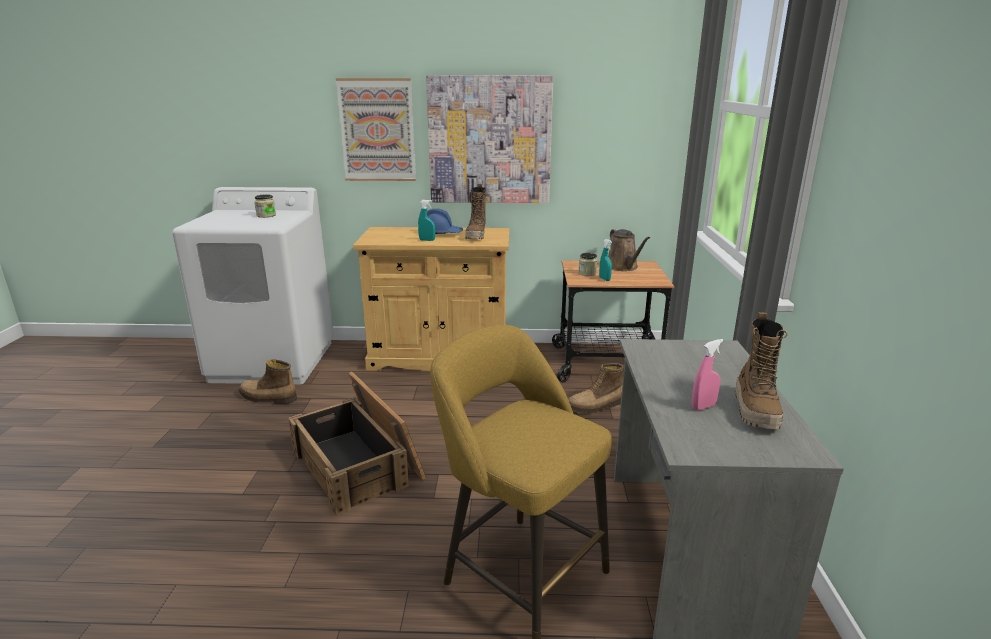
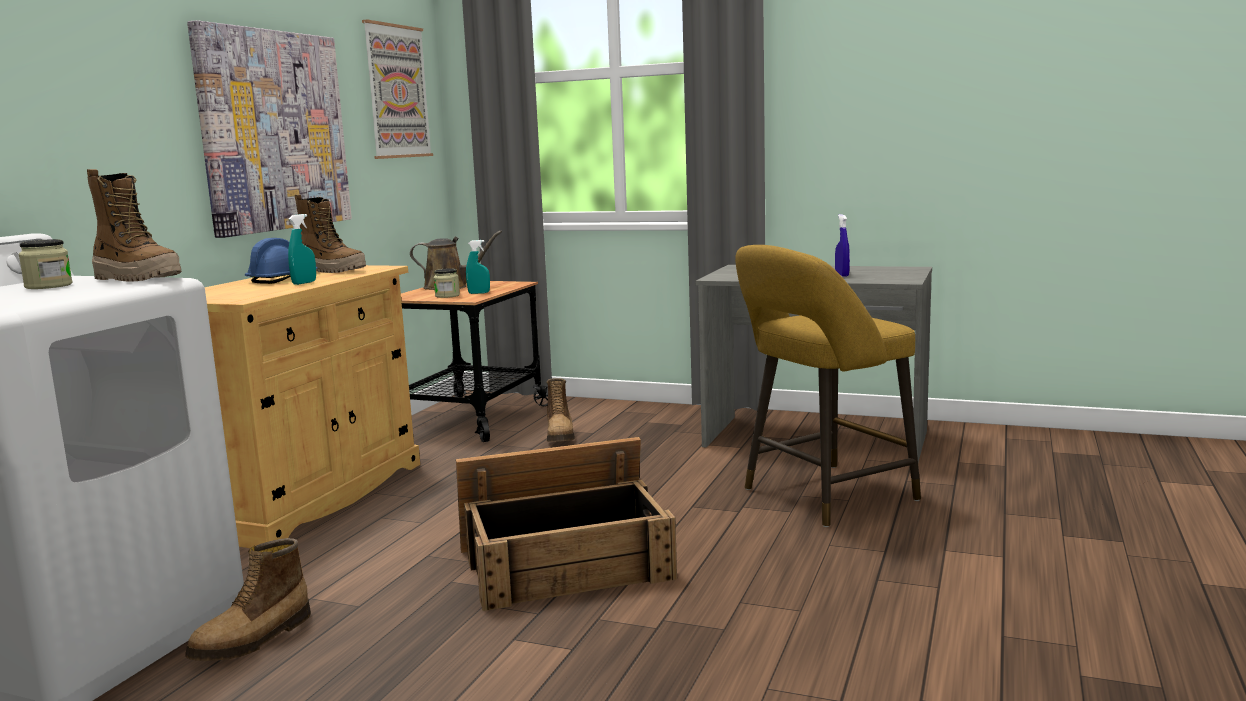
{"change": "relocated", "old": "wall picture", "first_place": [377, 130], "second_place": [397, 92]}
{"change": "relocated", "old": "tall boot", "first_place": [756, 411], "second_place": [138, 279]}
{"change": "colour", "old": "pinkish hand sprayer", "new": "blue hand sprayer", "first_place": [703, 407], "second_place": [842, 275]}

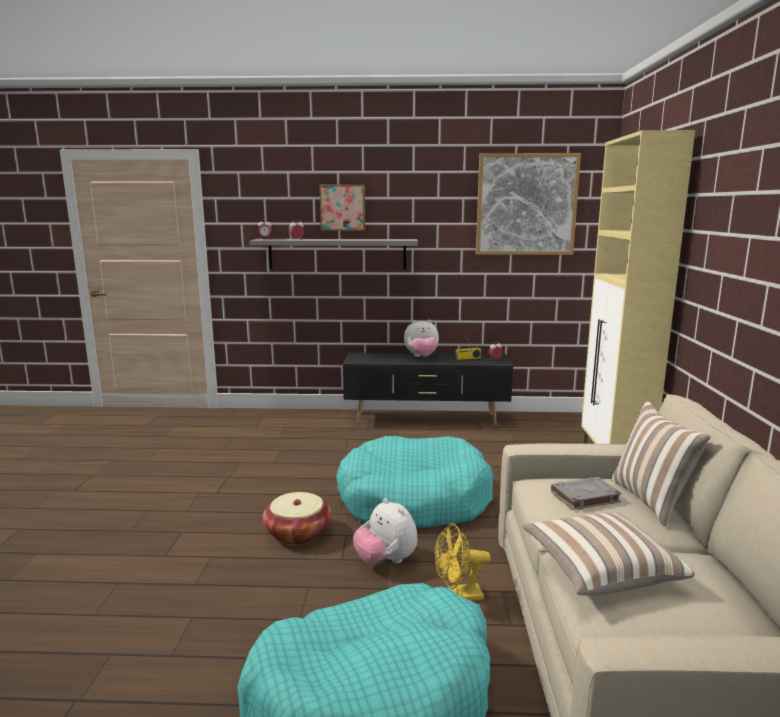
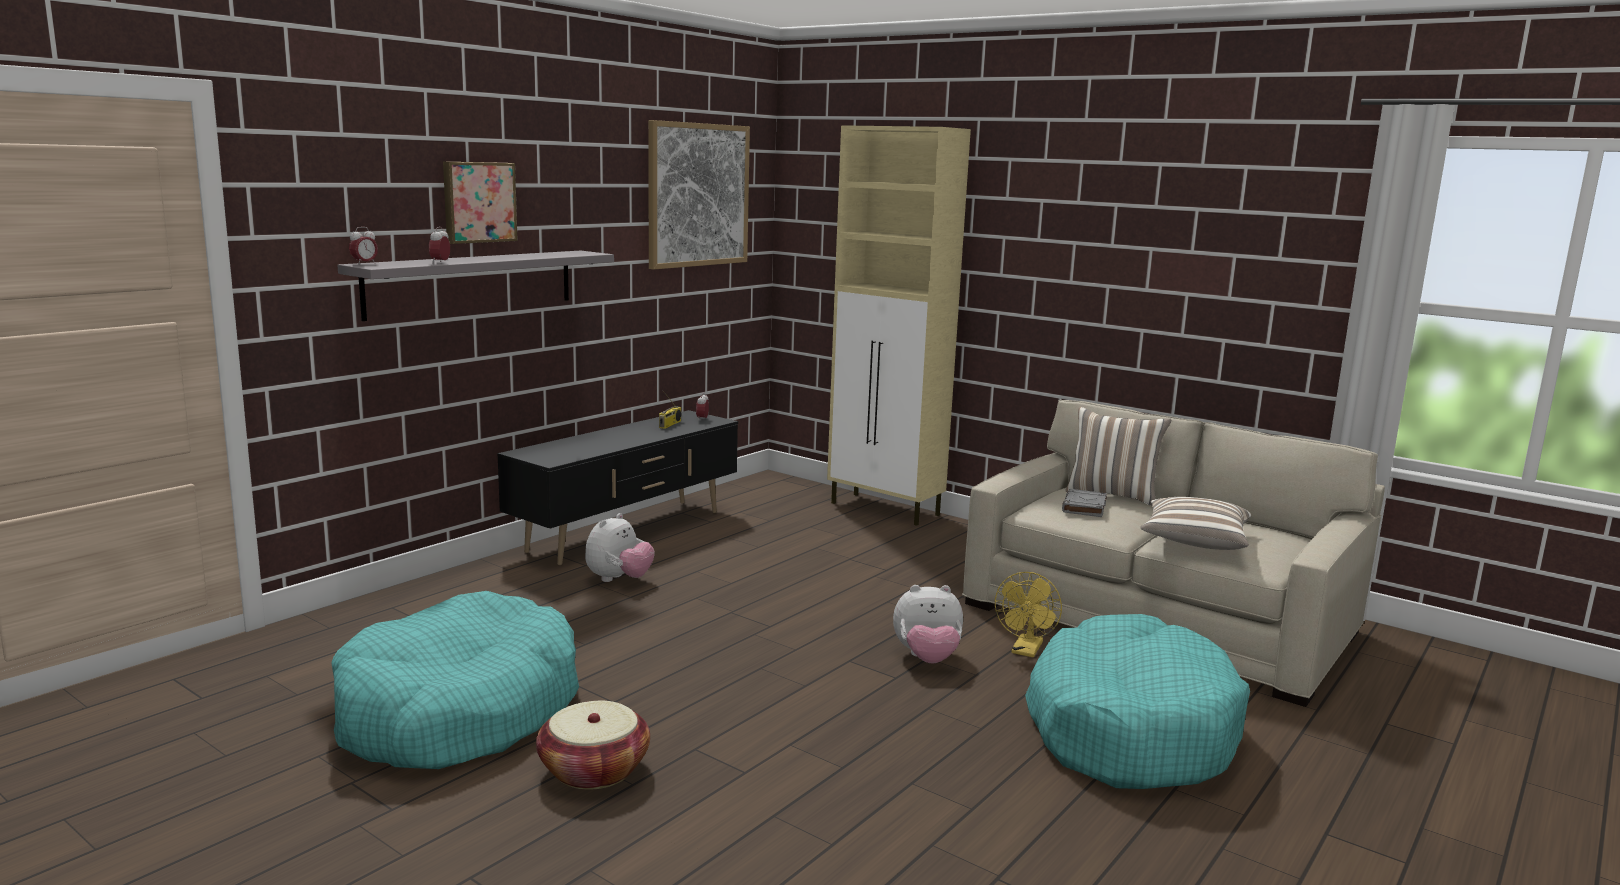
{"change": "relocated", "old": "soft toy", "first_place": [422, 357], "second_place": [619, 579]}
{"change": "relocated", "old": "turquoise dog cushion", "first_place": [414, 500], "second_place": [458, 711]}
{"change": "relocated", "old": "household basket", "first_place": [297, 533], "second_place": [594, 770]}

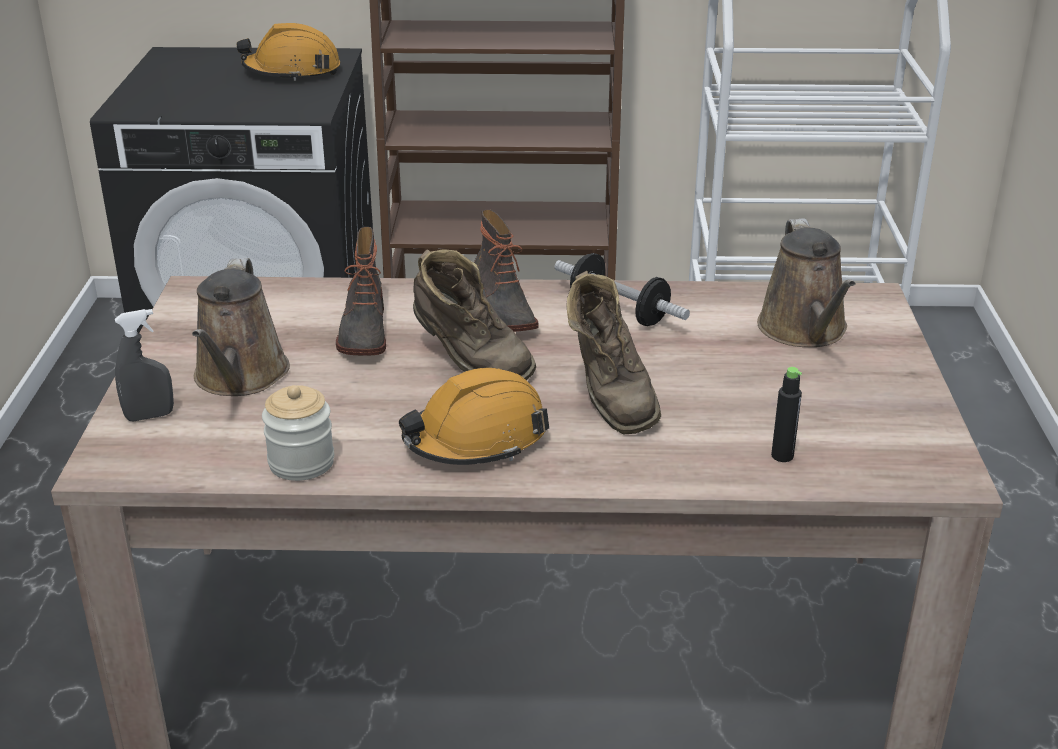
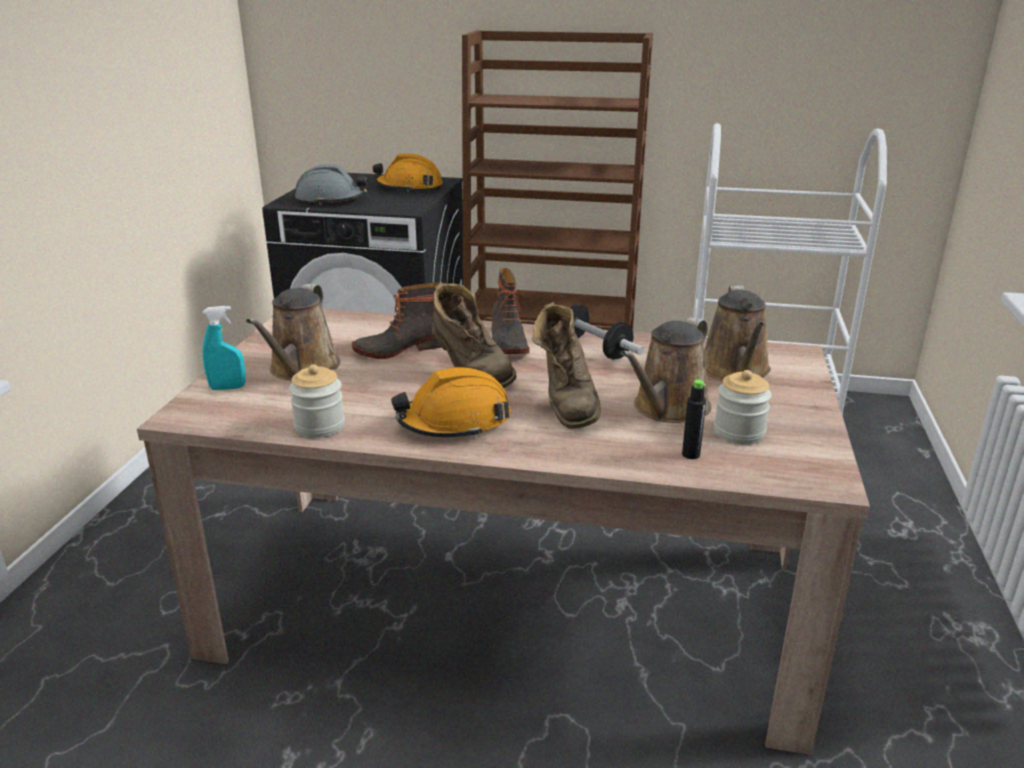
{"change": "spun", "old": "tall boot", "first_place": [362, 332], "second_place": [401, 348], "degrees": 60}
{"change": "colour", "old": "gray hand sprayer", "new": "turquoise hand sprayer", "first_place": [149, 416], "second_place": [228, 388]}
{"change": "appeared", "new": "gray safety helmet", "second_place": [331, 200]}
{"change": "appeared", "new": "brownish sprinkling can", "second_place": [668, 409]}
{"change": "appeared", "new": "storage jar", "second_place": [739, 432]}

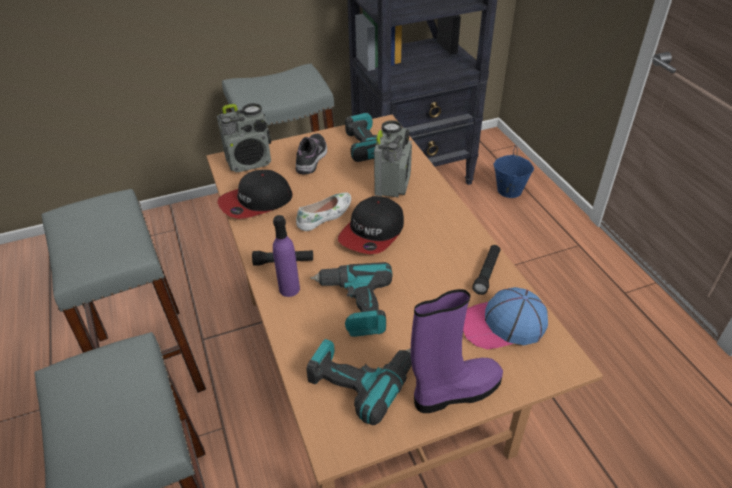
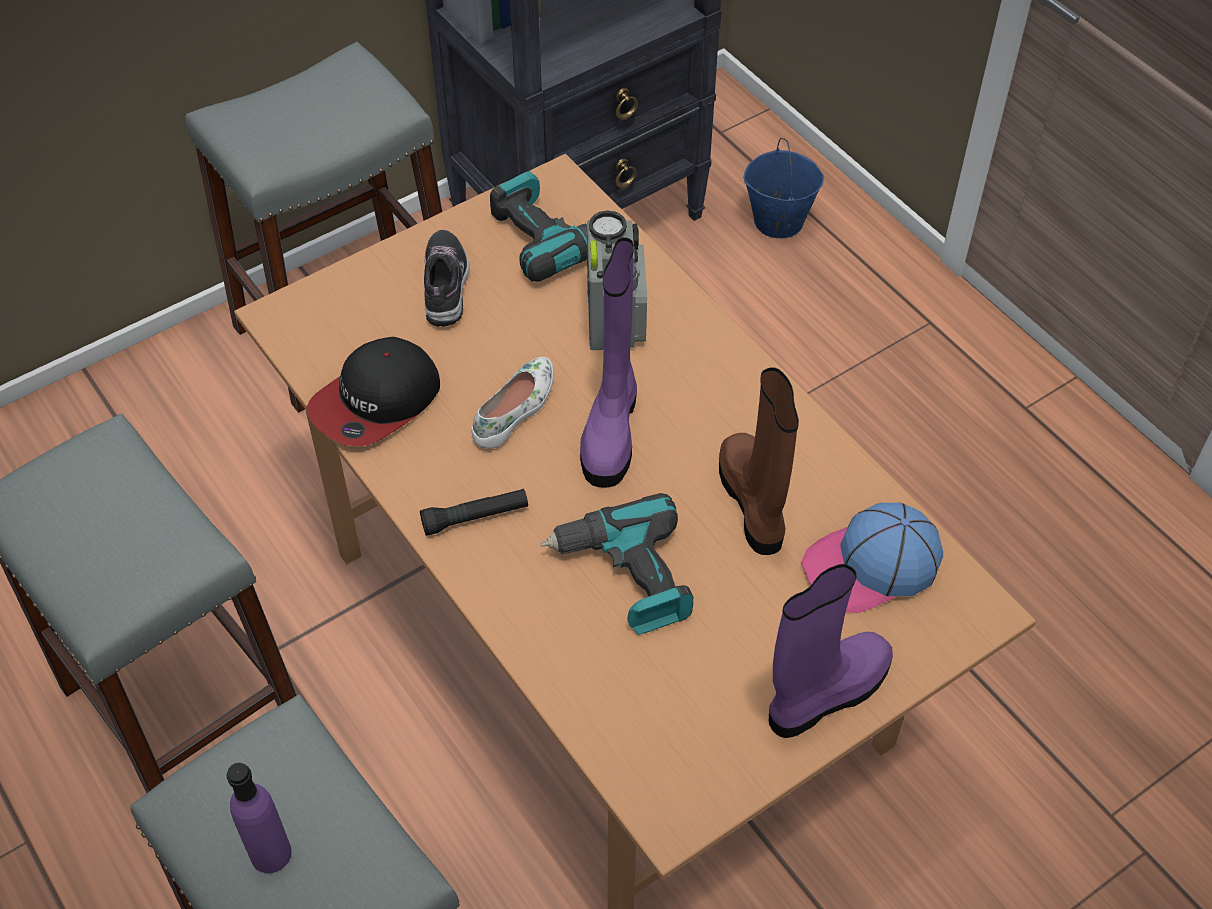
{"change": "missing", "old": "radio set", "first_place": [250, 162]}
{"change": "exchanged", "old": "baseball cap", "new": "purple-coloured tall boot", "first_place": [372, 233], "second_place": [611, 430]}
{"change": "relocated", "old": "purple-coloured bottle", "first_place": [289, 289], "second_place": [271, 854]}
{"change": "missing", "old": "black-coloured flashlight", "first_place": [486, 273]}
{"change": "missing", "old": "electric drill", "first_place": [360, 380]}
{"change": "appeared", "new": "brownish tall boot", "second_place": [754, 503]}

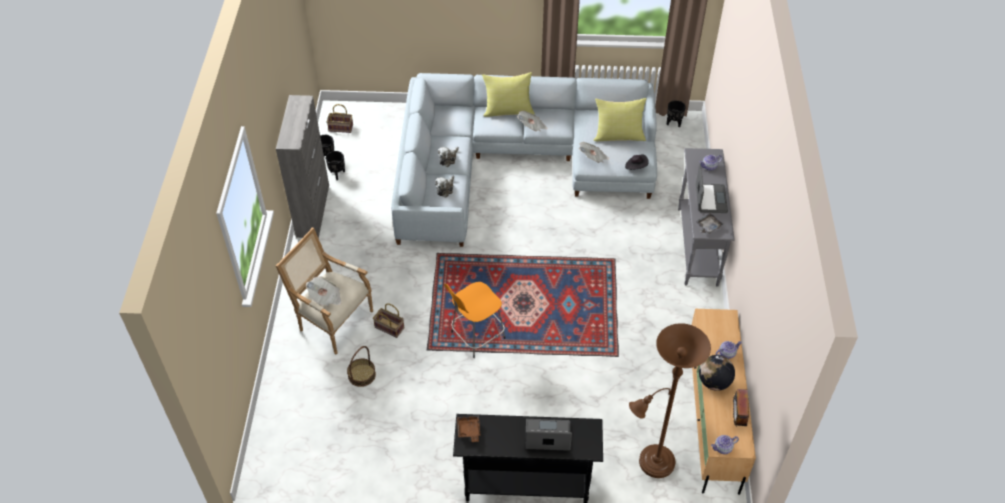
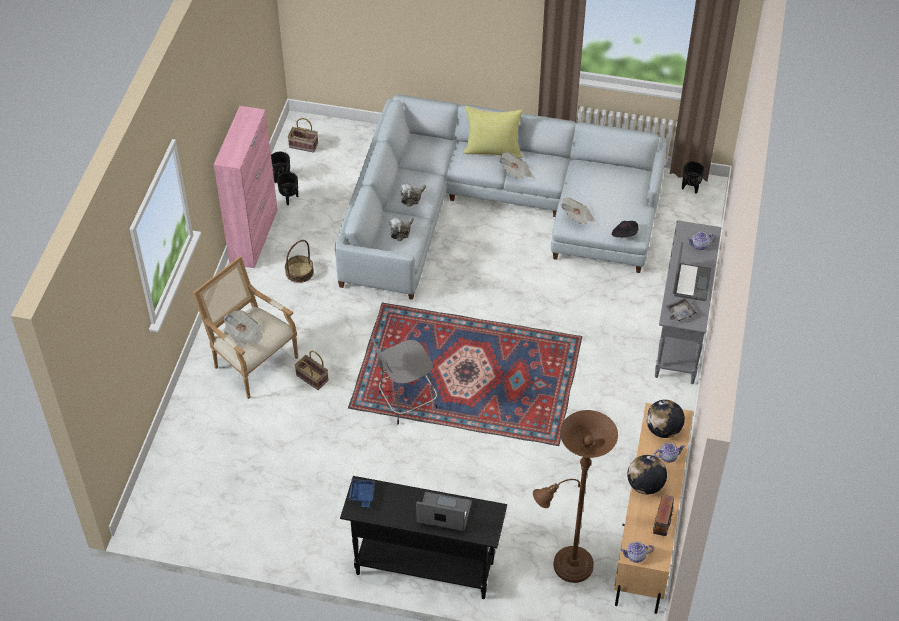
{"change": "colour", "old": "gray storage cabinet", "new": "pinkish storage cabinet", "first_place": [313, 210], "second_place": [254, 236]}
{"change": "missing", "old": "yellow throw pillow", "first_place": [618, 136]}
{"change": "colour", "old": "orange-coloured stool seat", "new": "gray stool seat", "first_place": [476, 336], "second_place": [405, 401]}
{"change": "relocated", "old": "household basket", "first_place": [361, 375], "second_place": [299, 272]}
{"change": "colour", "old": "brownish tray", "new": "blue tray", "first_place": [469, 430], "second_place": [362, 495]}
{"change": "appeared", "new": "desk globe", "second_place": [663, 429]}

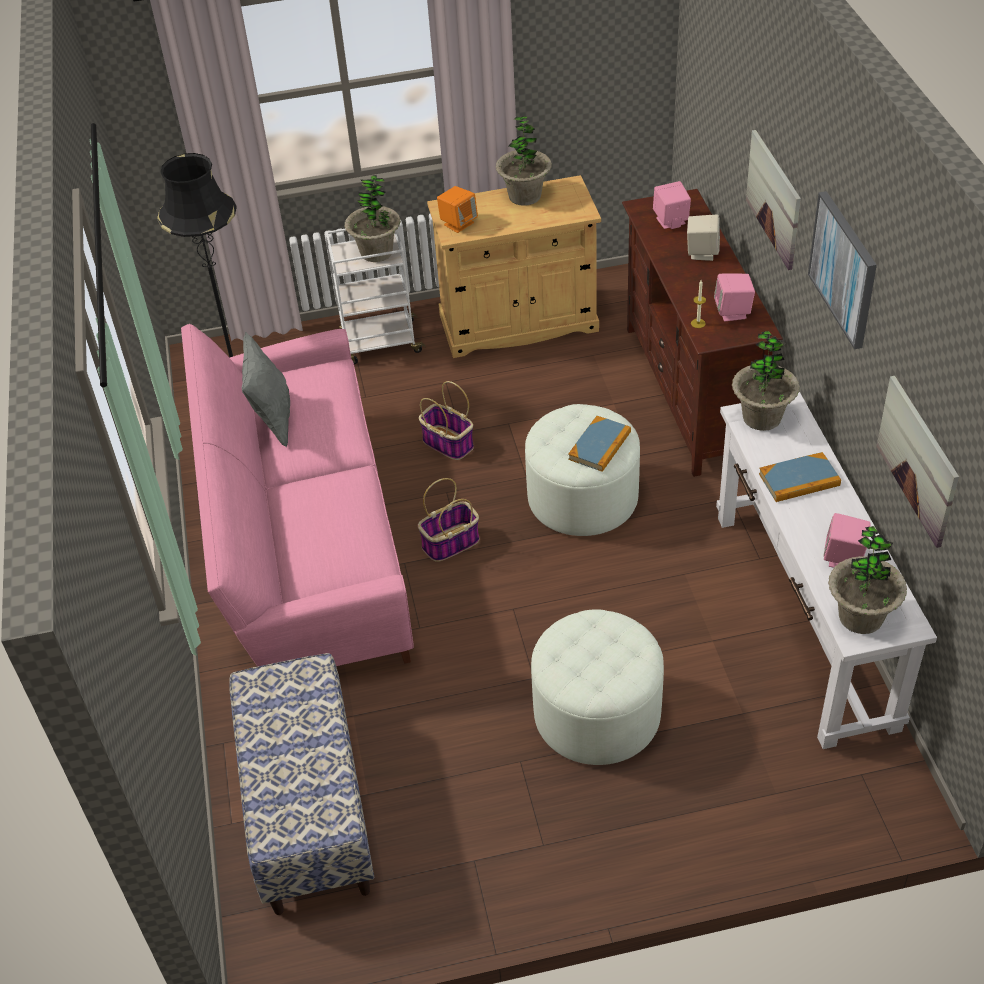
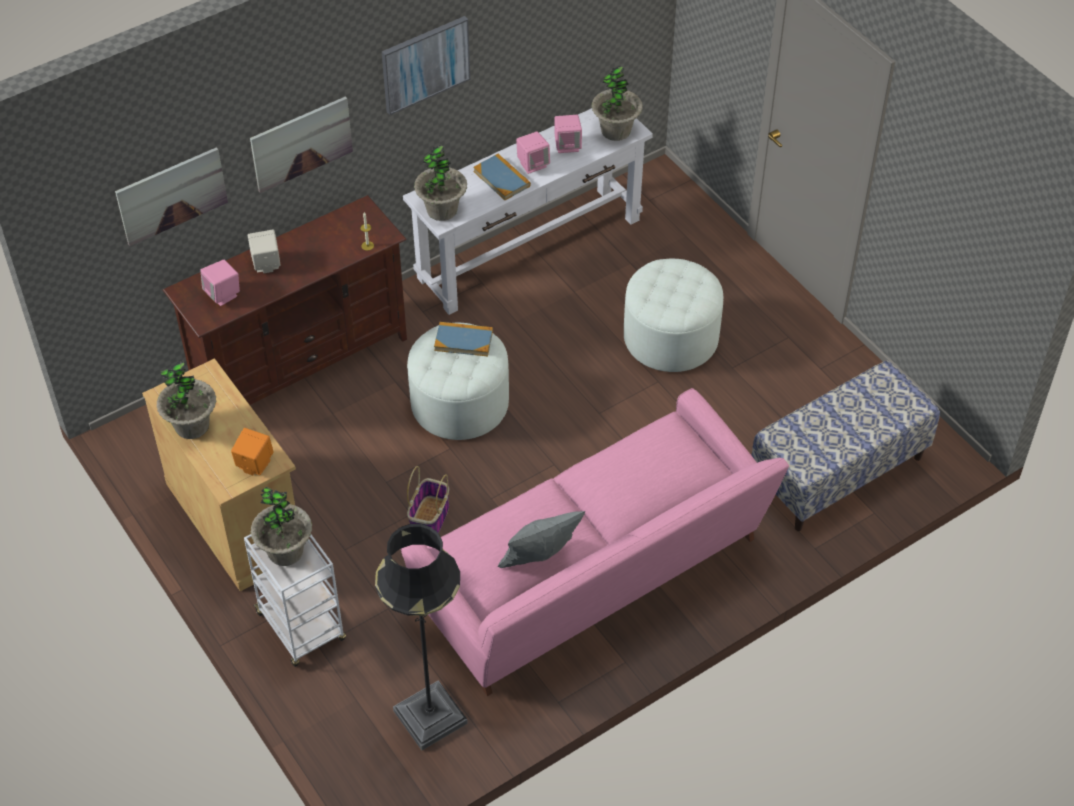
{"change": "relocated", "old": "pinkish speaker", "first_place": [733, 312], "second_place": [533, 164]}
{"change": "relocated", "old": "wall picture", "first_place": [917, 460], "second_place": [172, 195]}
{"change": "missing", "old": "household basket", "first_place": [450, 544]}

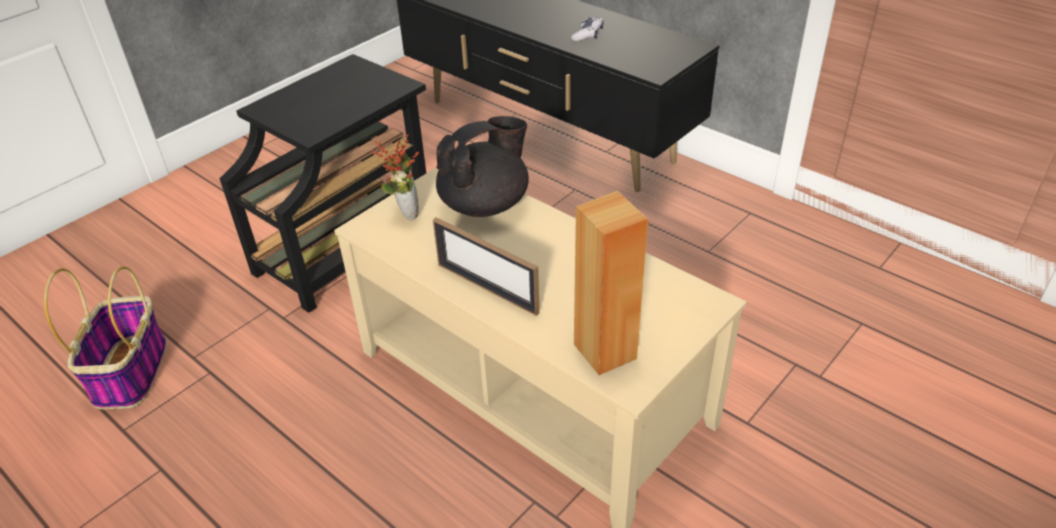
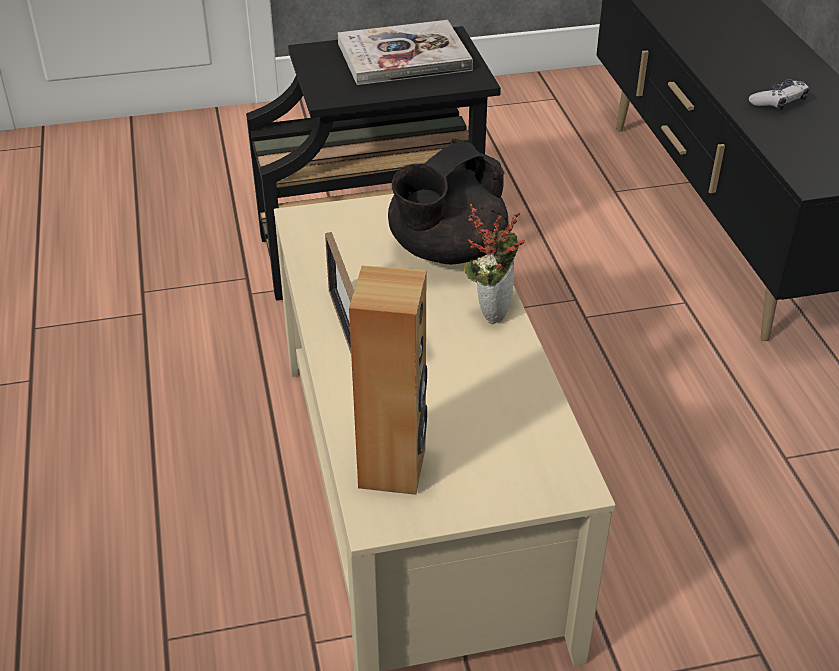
{"change": "spun", "old": "black-coloured teapot", "first_place": [485, 204], "second_place": [445, 251], "degrees": 135}
{"change": "relocated", "old": "potted plant", "first_place": [405, 212], "second_place": [491, 309]}
{"change": "missing", "old": "household basket", "first_place": [130, 371]}
{"change": "appeared", "new": "book", "second_place": [403, 56]}

